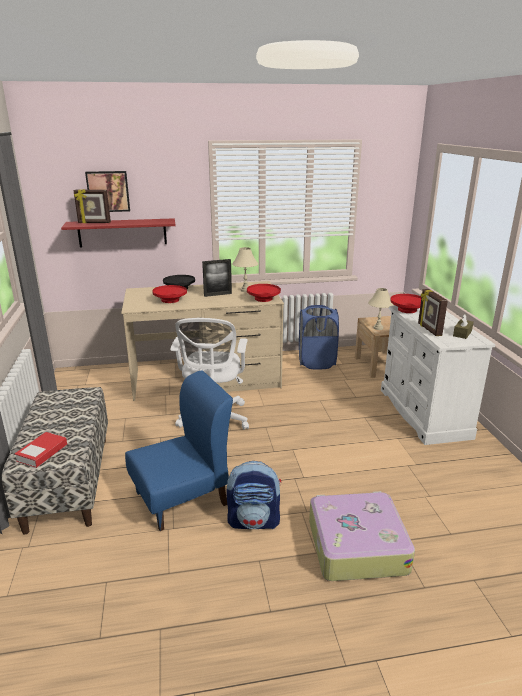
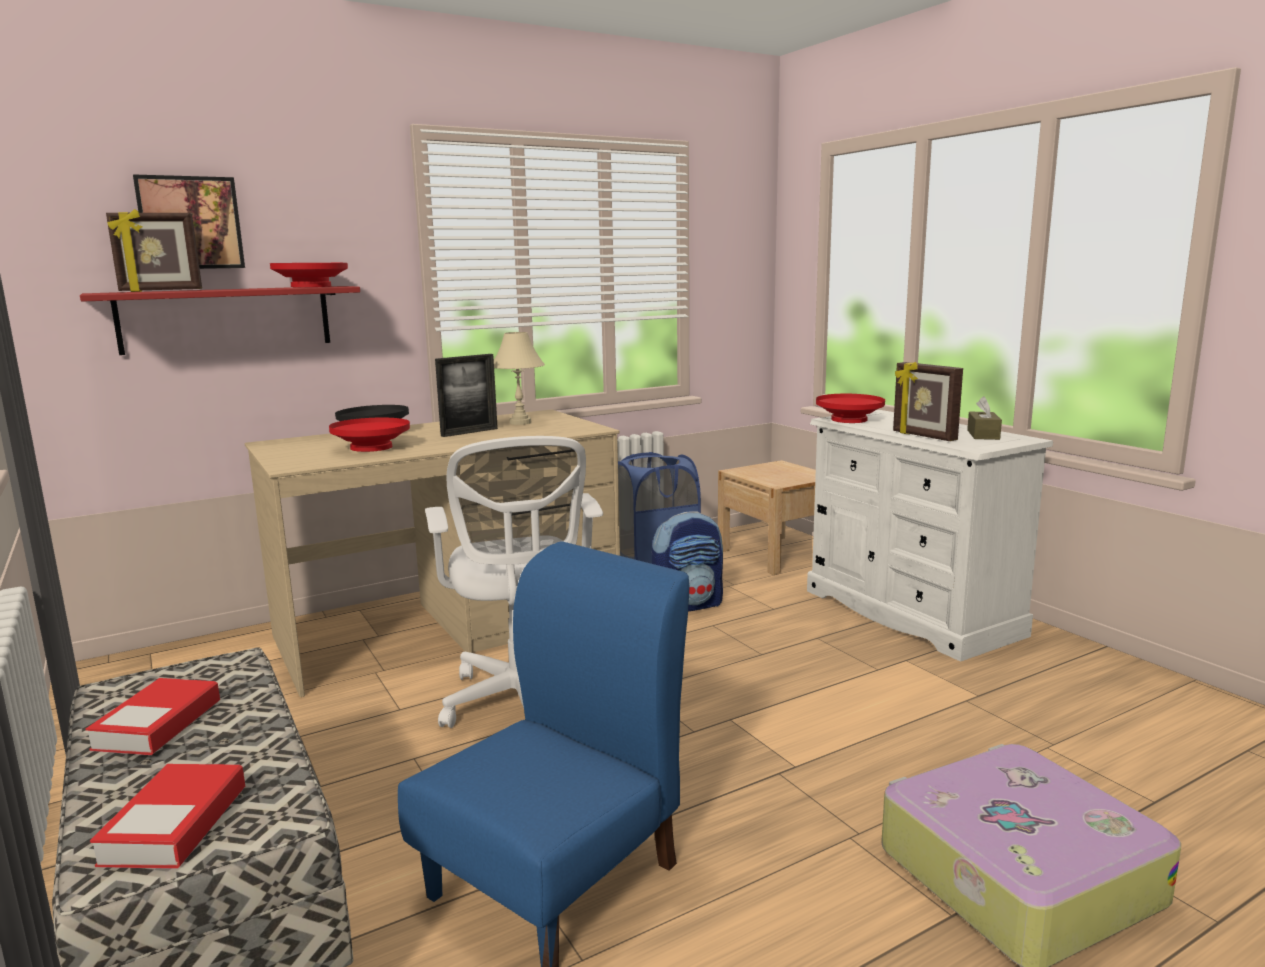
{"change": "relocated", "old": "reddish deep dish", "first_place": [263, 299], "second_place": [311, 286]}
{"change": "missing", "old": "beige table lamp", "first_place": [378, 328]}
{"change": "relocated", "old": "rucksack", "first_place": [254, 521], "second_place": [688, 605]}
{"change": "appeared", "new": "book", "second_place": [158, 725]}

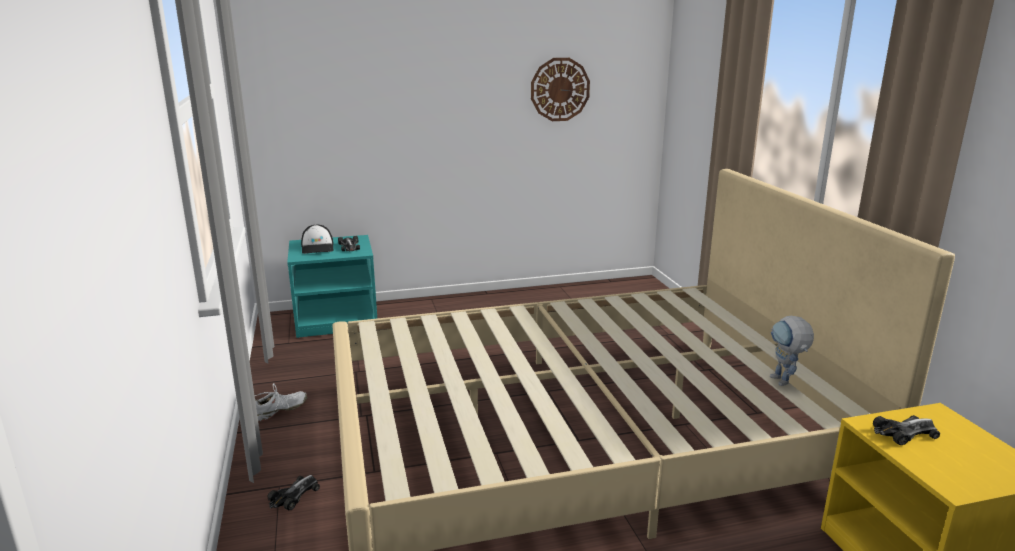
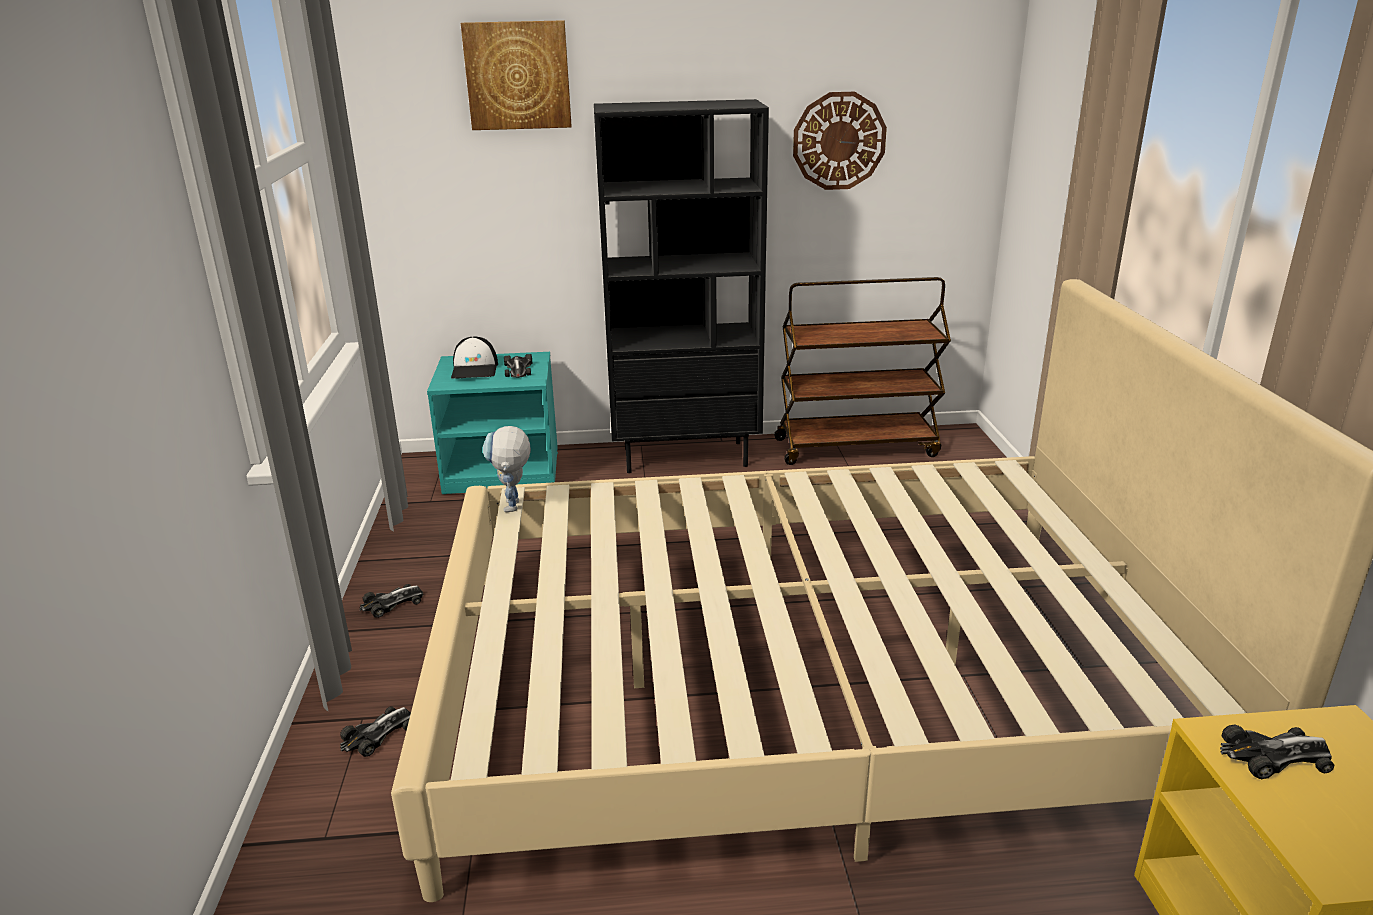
{"change": "relocated", "old": "toy robot", "first_place": [784, 383], "second_place": [513, 509]}
{"change": "exchanged", "old": "whitish item of footwear", "new": "miniature car", "first_place": [280, 411], "second_place": [392, 604]}
{"change": "appeared", "new": "wall picture", "second_place": [518, 75]}
{"change": "appeared", "new": "black-coloured bookcase", "second_place": [686, 456]}
{"change": "appeared", "new": "brownish trolley", "second_place": [856, 447]}

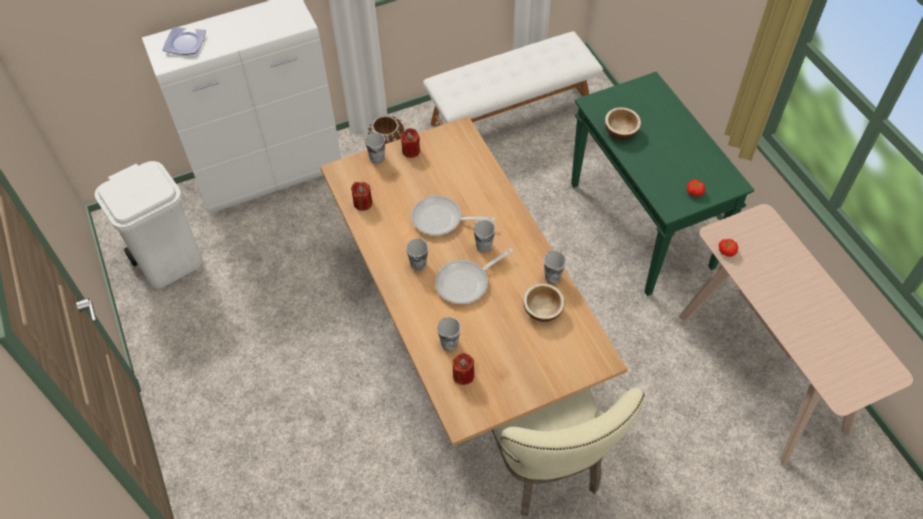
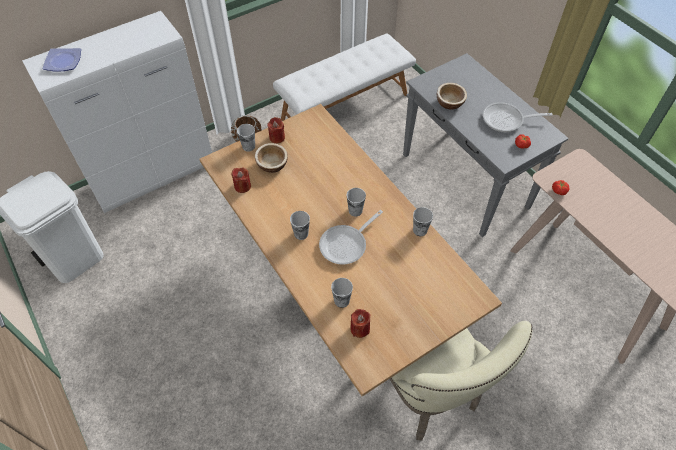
{"change": "colour", "old": "green hall table", "new": "gray hall table", "first_place": [642, 226], "second_place": [465, 181]}
{"change": "relocated", "old": "frying pan", "first_place": [441, 220], "second_place": [506, 120]}
{"change": "relocated", "old": "deep dish", "first_place": [542, 310], "second_place": [272, 165]}

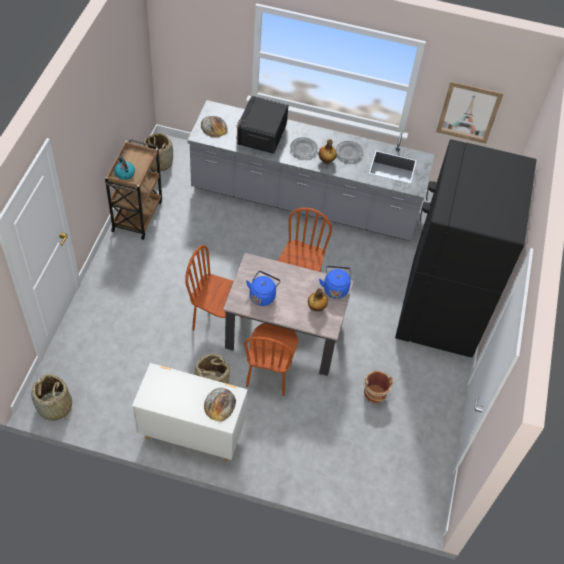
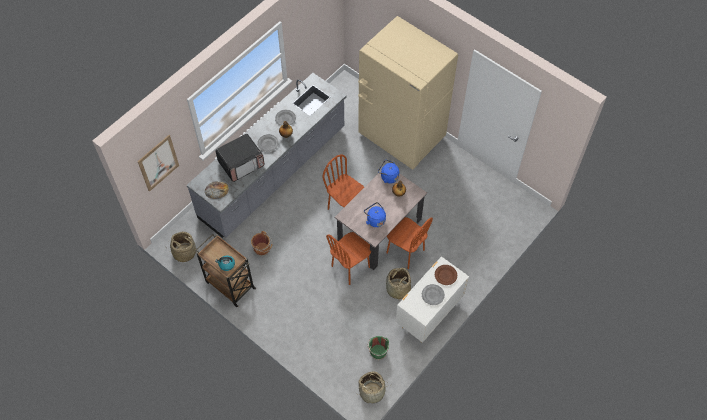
{"change": "relocated", "old": "wall picture", "first_place": [468, 112], "second_place": [158, 163]}
{"change": "spun", "old": "microwave", "first_place": [261, 135], "second_place": [241, 164], "degrees": -75}
{"change": "colour", "old": "black-coloured fridge", "new": "beige fridge", "first_place": [439, 310], "second_place": [401, 136]}
{"change": "relocated", "old": "brownish water bucket", "first_place": [375, 395], "second_place": [262, 249]}
{"change": "exchanged", "old": "baked bread", "new": "brownish plate", "first_place": [220, 404], "second_place": [445, 275]}
{"change": "appeared", "new": "gray plate", "second_place": [433, 295]}
{"change": "appeared", "new": "green water bucket", "second_place": [377, 351]}

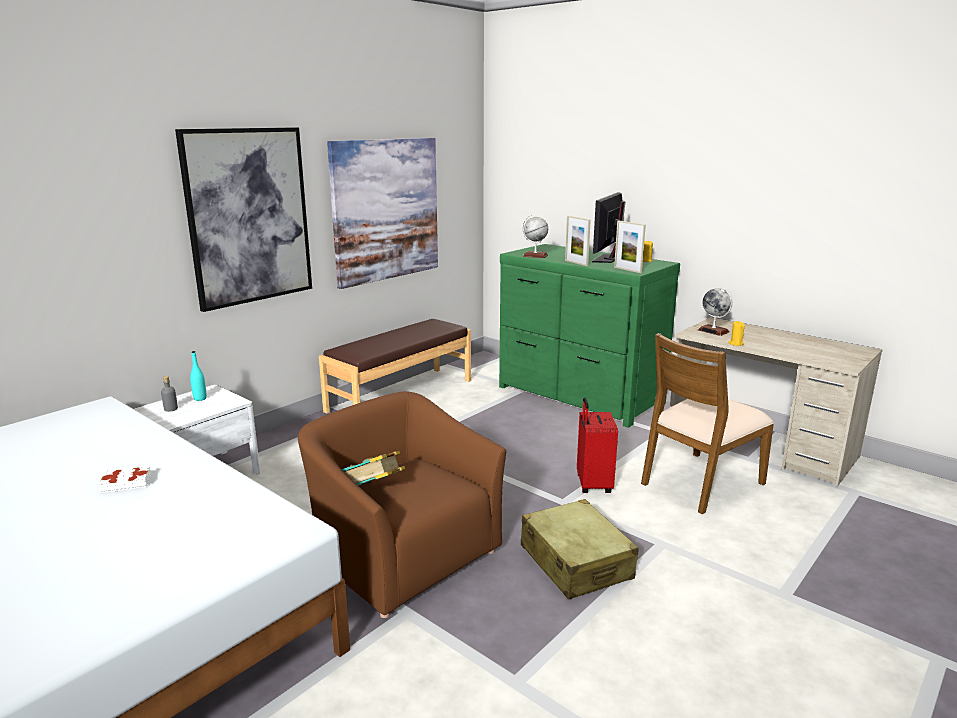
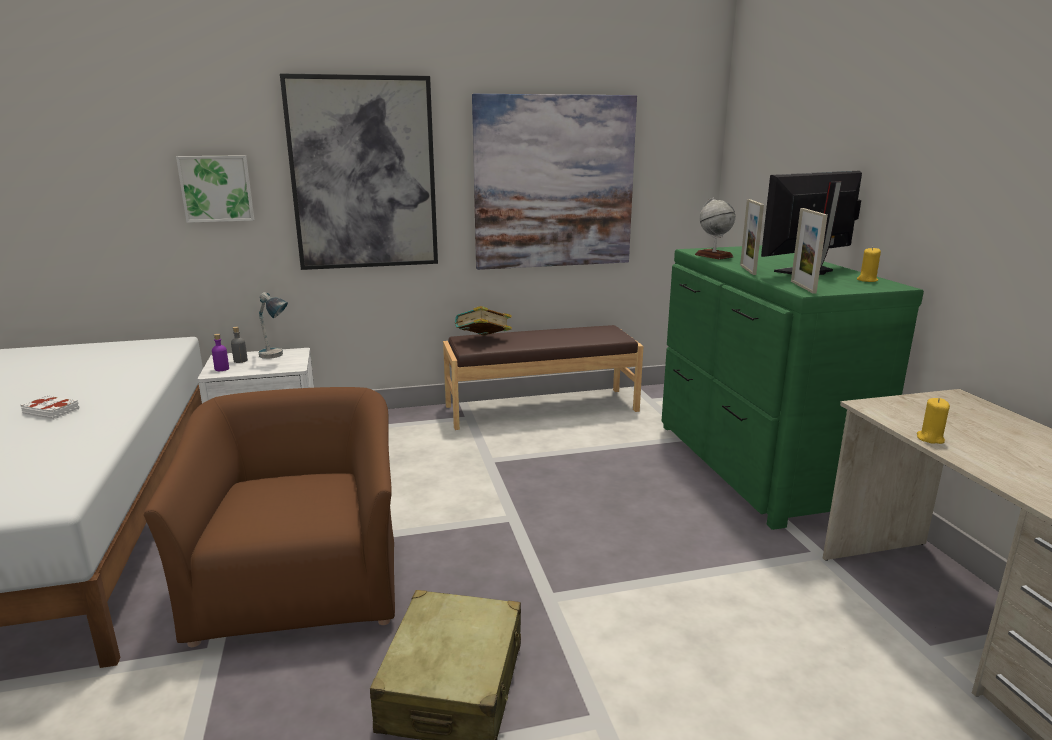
{"change": "missing", "old": "desk globe", "first_place": [713, 331]}
{"change": "missing", "old": "brownish chair", "first_place": [700, 483]}
{"change": "exchanged", "old": "turquoise bottle", "new": "table lamp", "first_place": [200, 398], "second_place": [275, 357]}
{"change": "missing", "old": "reddish suitcase", "first_place": [592, 485]}
{"change": "relocated", "old": "book", "first_place": [372, 493], "second_place": [483, 340]}
{"change": "appeared", "new": "wall picture", "second_place": [217, 188]}
{"change": "appeared", "new": "purple-coloured bottle", "second_place": [222, 369]}

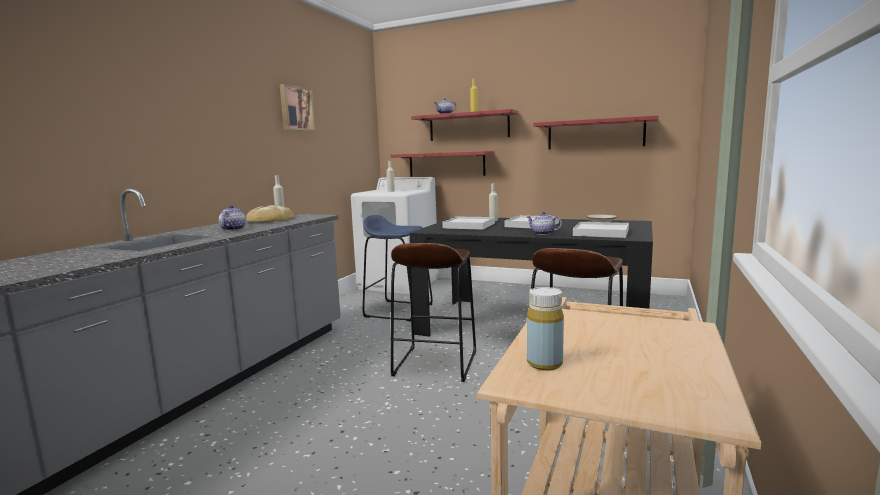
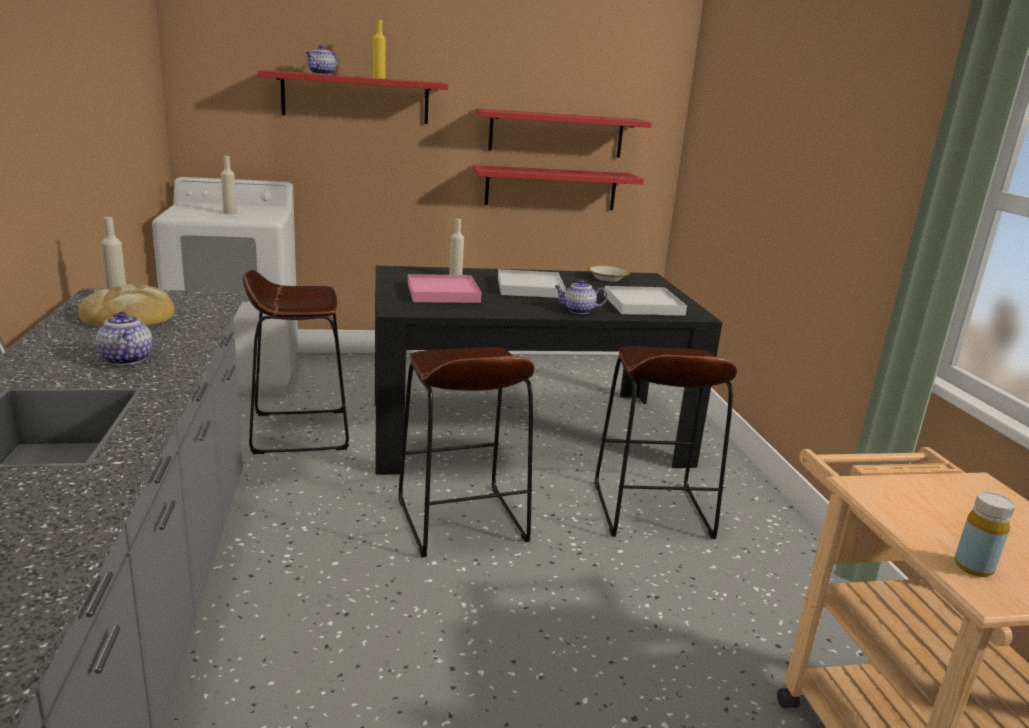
{"change": "missing", "old": "wall picture", "first_place": [296, 108]}
{"change": "relocated", "old": "reddish shelf", "first_place": [446, 164], "second_place": [551, 188]}
{"change": "colour", "old": "blue stool seat", "new": "brownish stool seat", "first_place": [398, 310], "second_place": [300, 431]}
{"change": "colour", "old": "whitish tray", "new": "pinkish tray", "first_place": [469, 225], "second_place": [442, 293]}

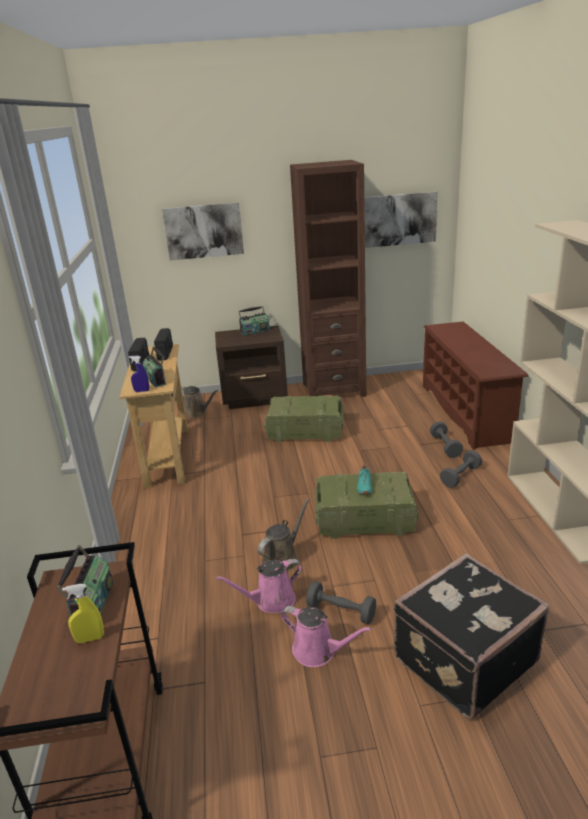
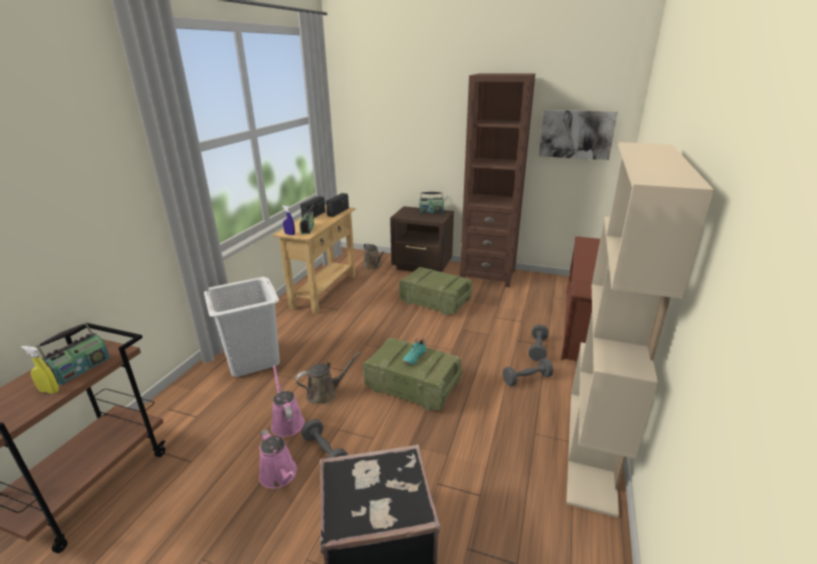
{"change": "missing", "old": "wall picture", "first_place": [203, 231]}
{"change": "spun", "old": "pinkish sprinkling can", "first_place": [271, 601], "second_place": [287, 422], "degrees": 60}
{"change": "appeared", "new": "whitish washing basket", "second_place": [253, 360]}

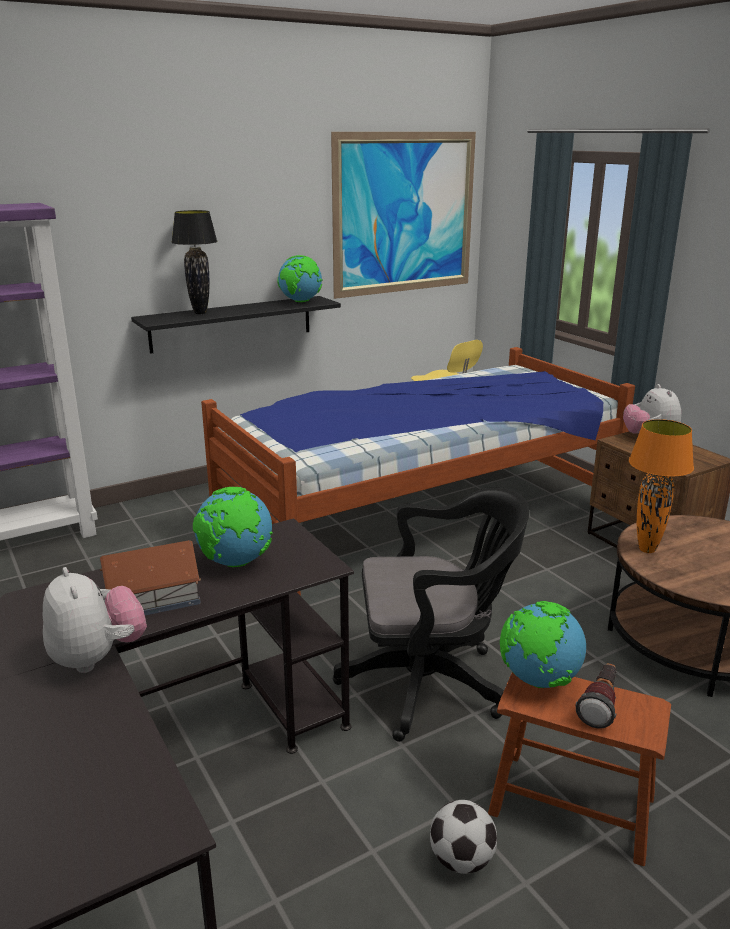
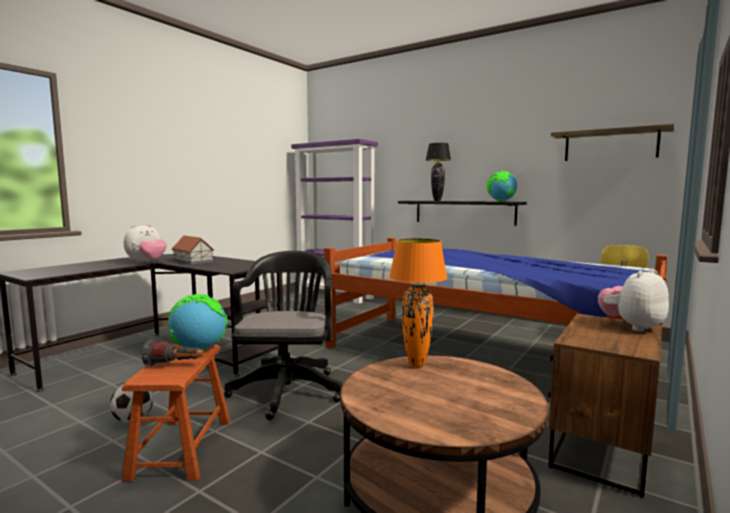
{"change": "exchanged", "old": "wall picture", "new": "shelf", "first_place": [405, 214], "second_place": [610, 145]}
{"change": "missing", "old": "desk globe", "first_place": [235, 563]}
{"change": "spun", "old": "black-coloured desk chair", "first_place": [431, 683], "second_place": [288, 388], "degrees": -150}

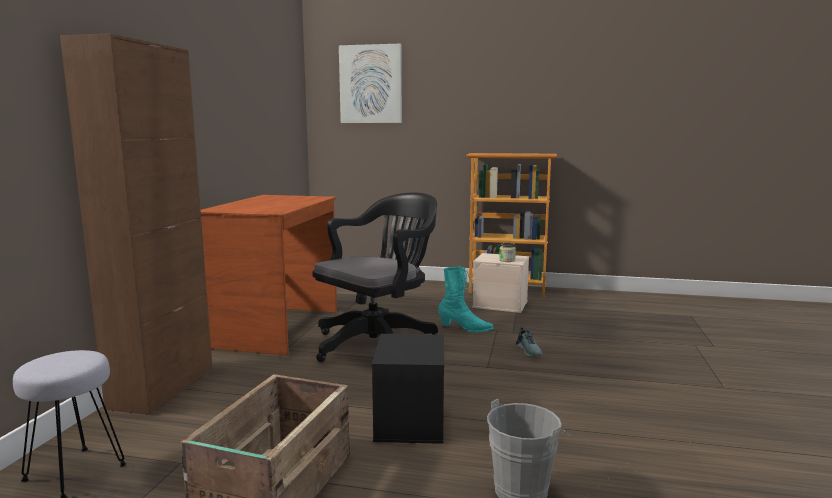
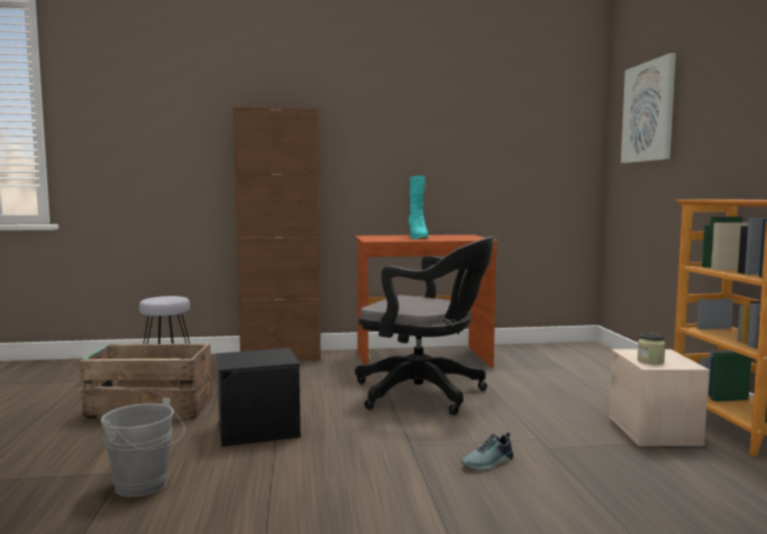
{"change": "relocated", "old": "turquoise tall boot", "first_place": [465, 328], "second_place": [418, 237]}

